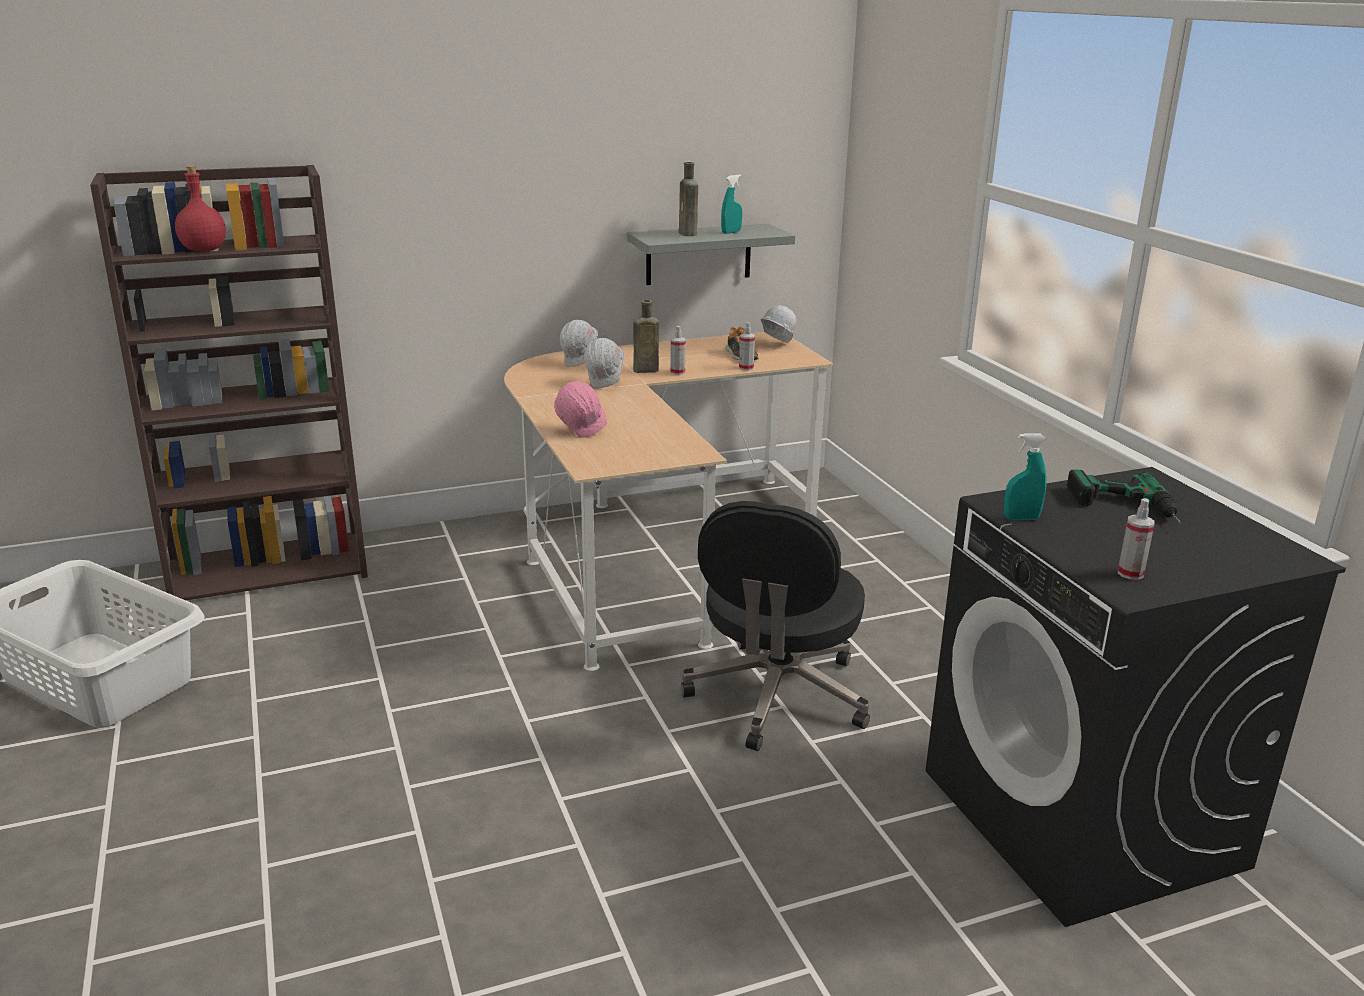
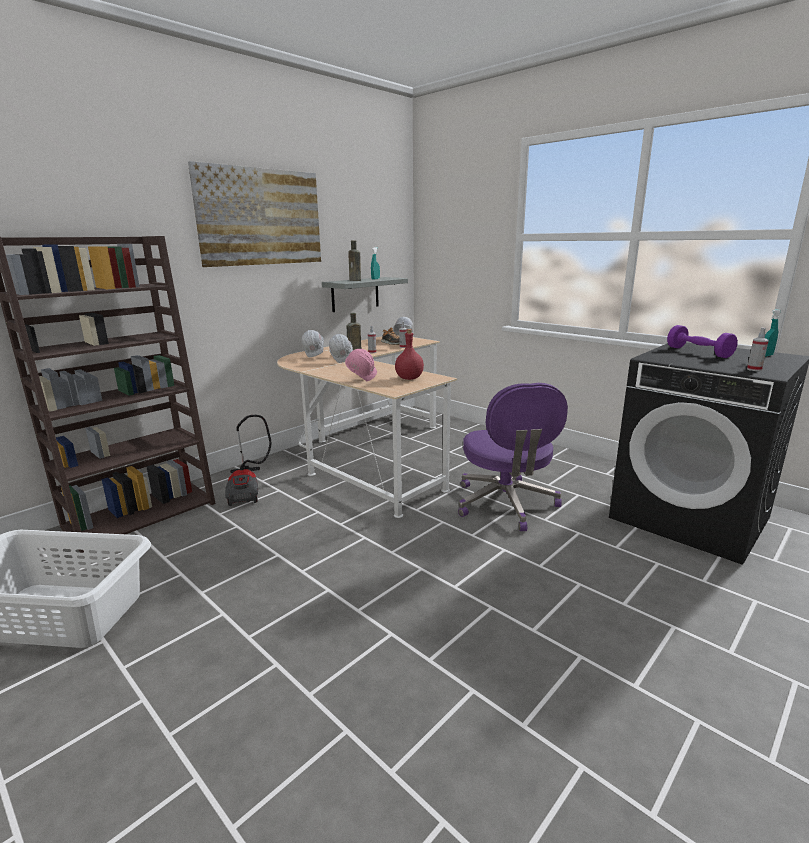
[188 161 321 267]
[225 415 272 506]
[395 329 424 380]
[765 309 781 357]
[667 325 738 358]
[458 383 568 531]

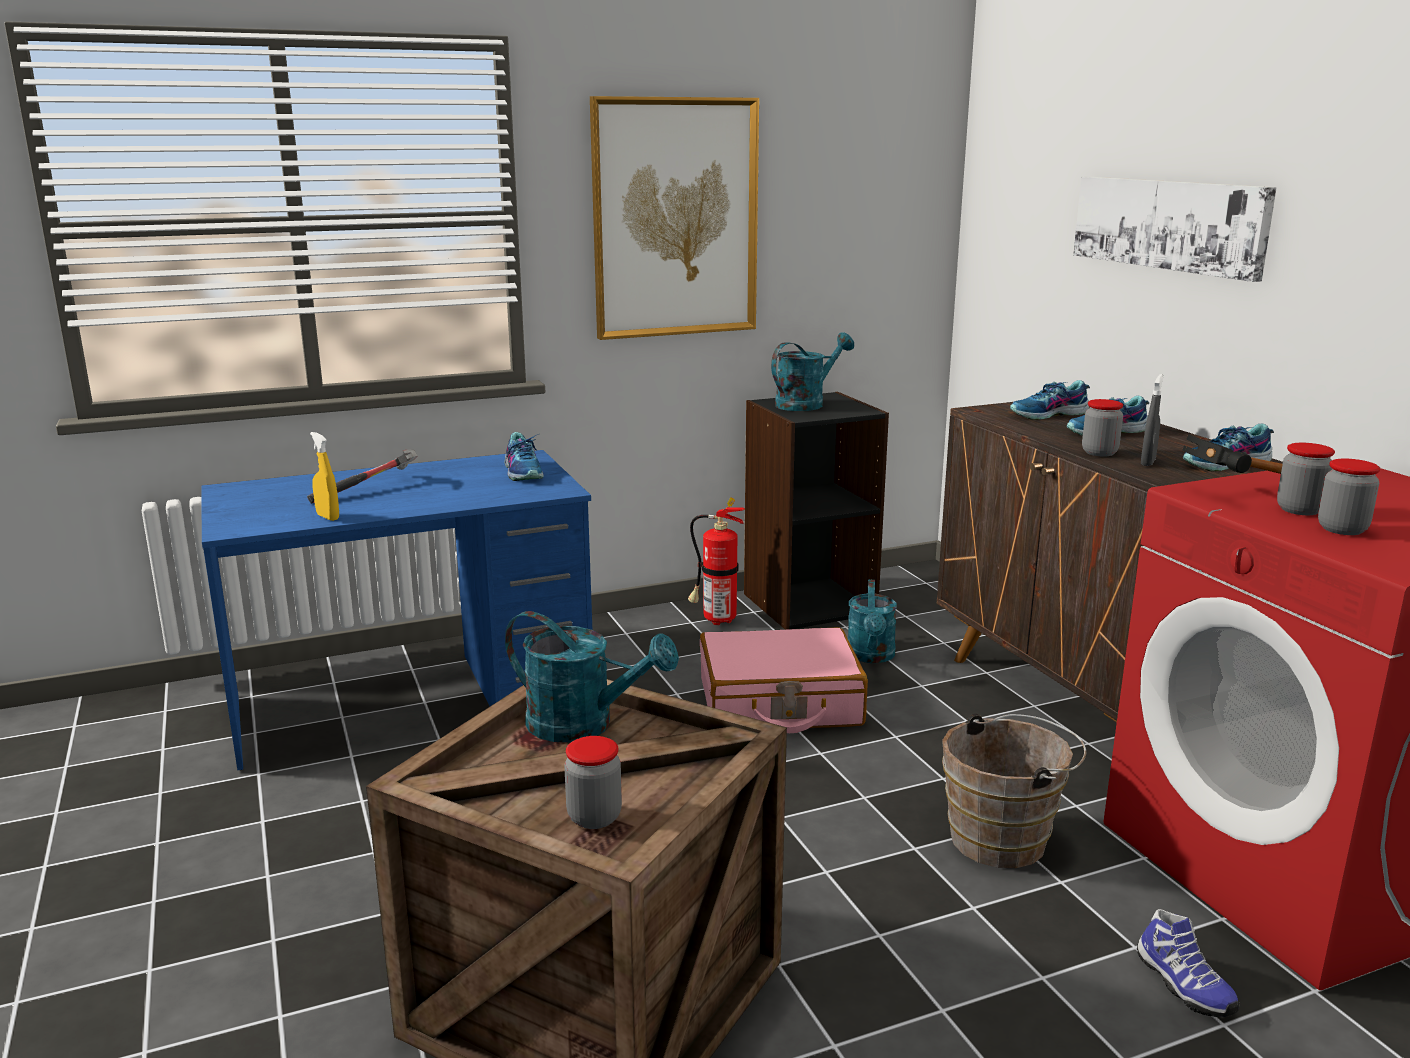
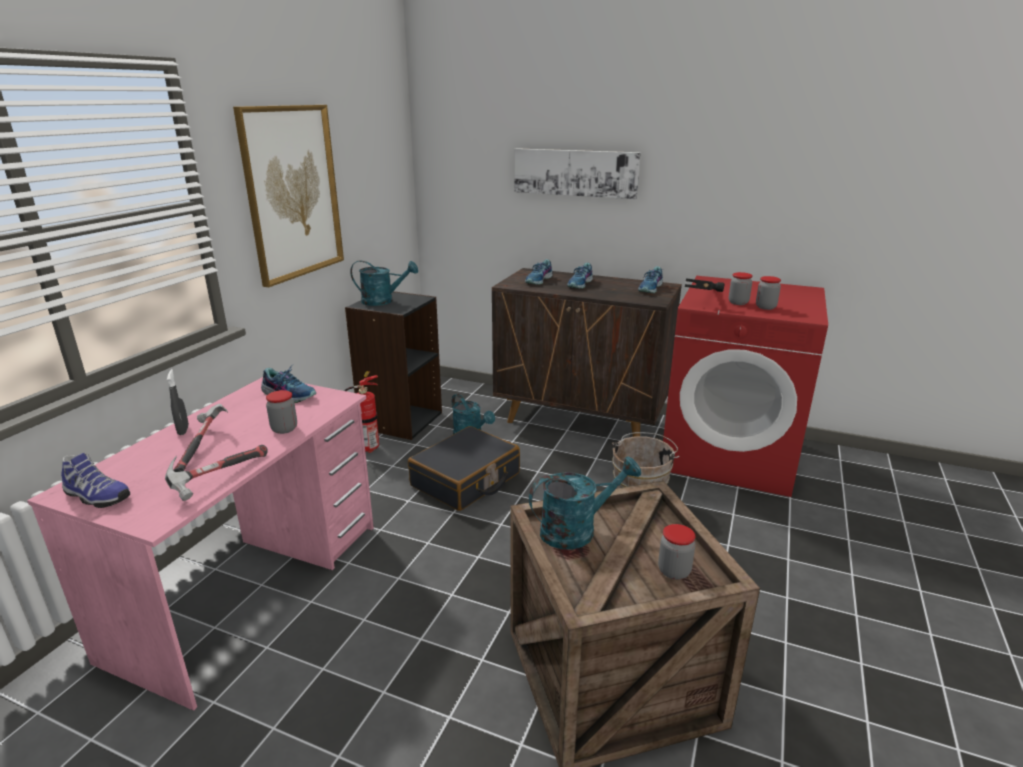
[266 390 297 434]
[61 453 130 508]
[167 369 189 435]
[165 445 268 501]
[27 377 374 711]
[408 426 520 511]
[350 261 418 306]

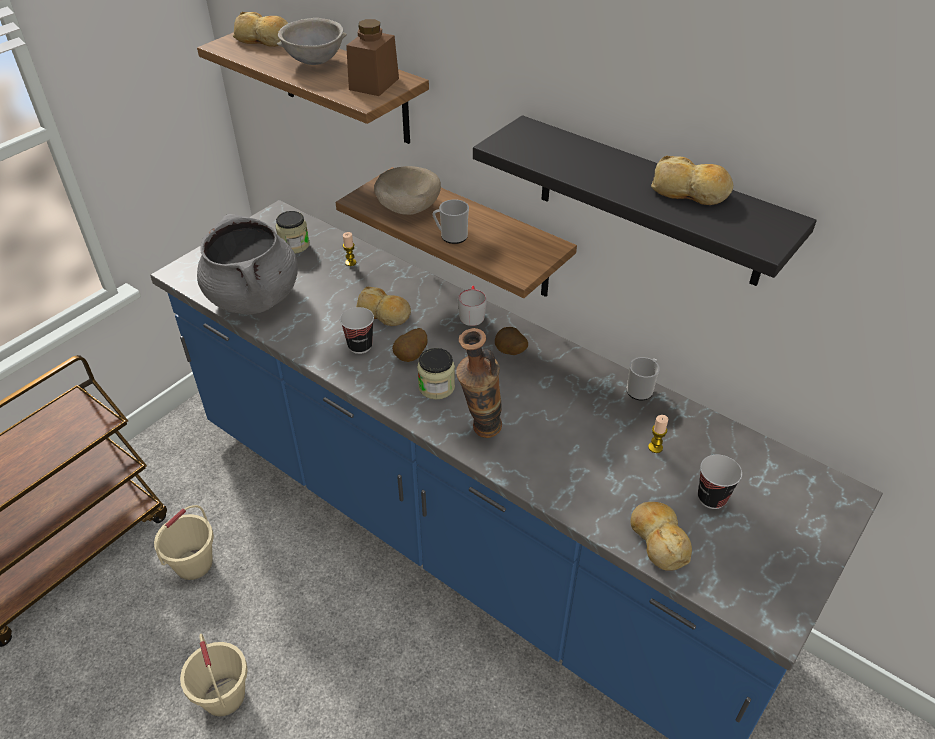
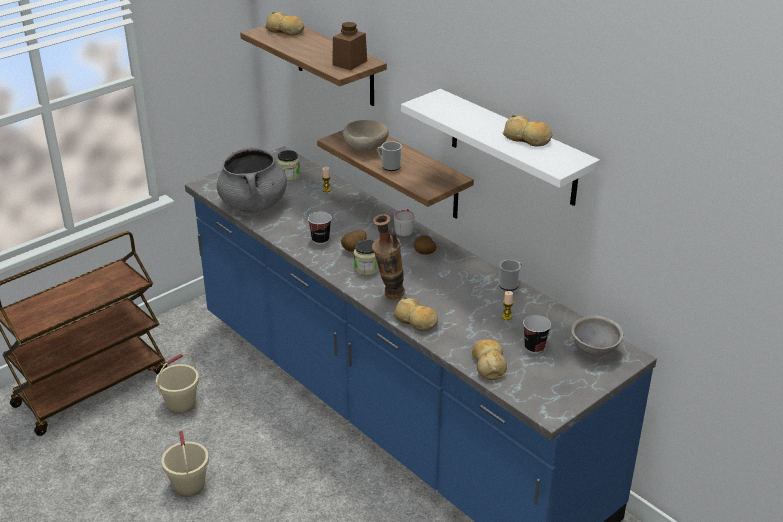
[570 316 624 356]
[393 297 438 331]
[401 89 600 206]

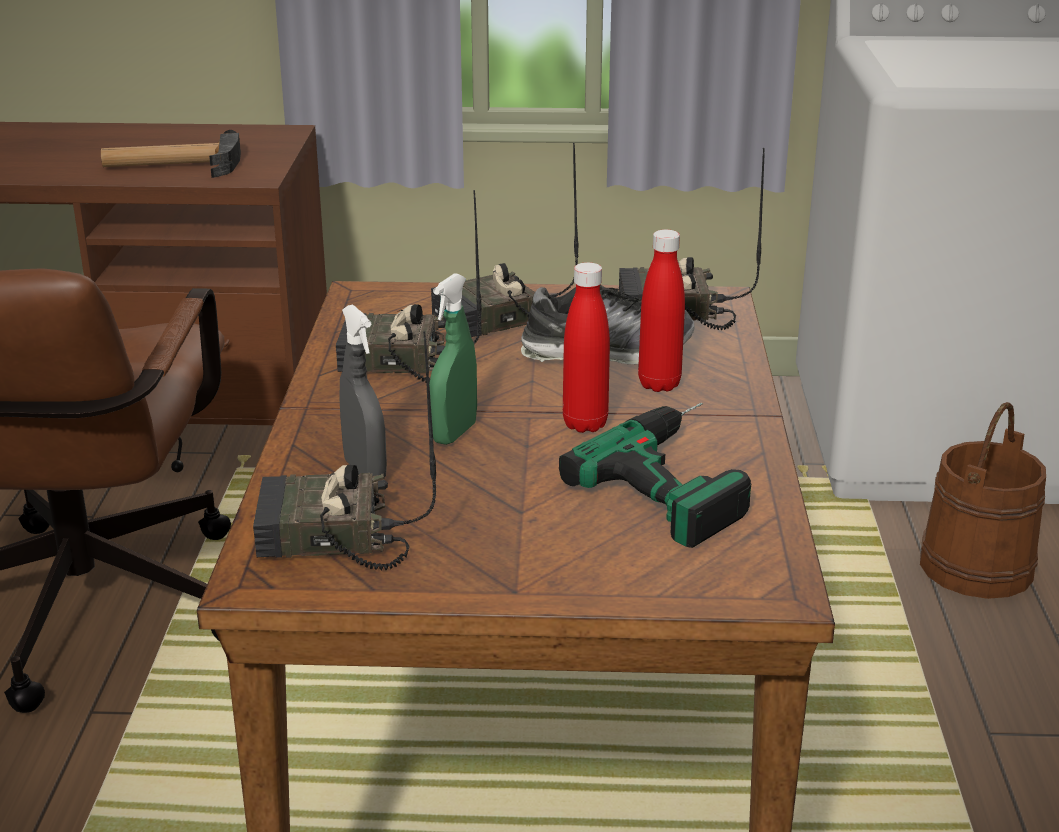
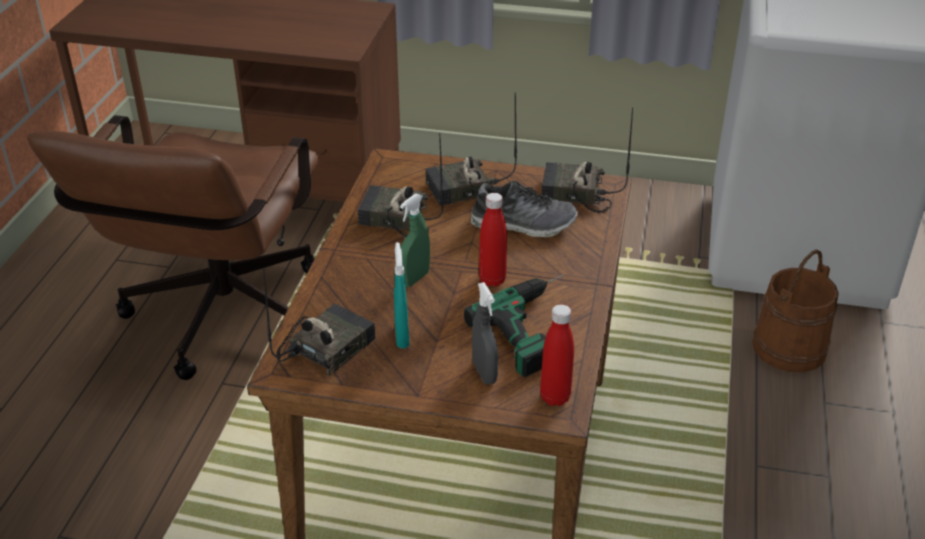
[101 130 241 178] (first image)
[394 242 409 348]
[472 282 498 385]
[540 305 574 406]
[263 269 375 376]

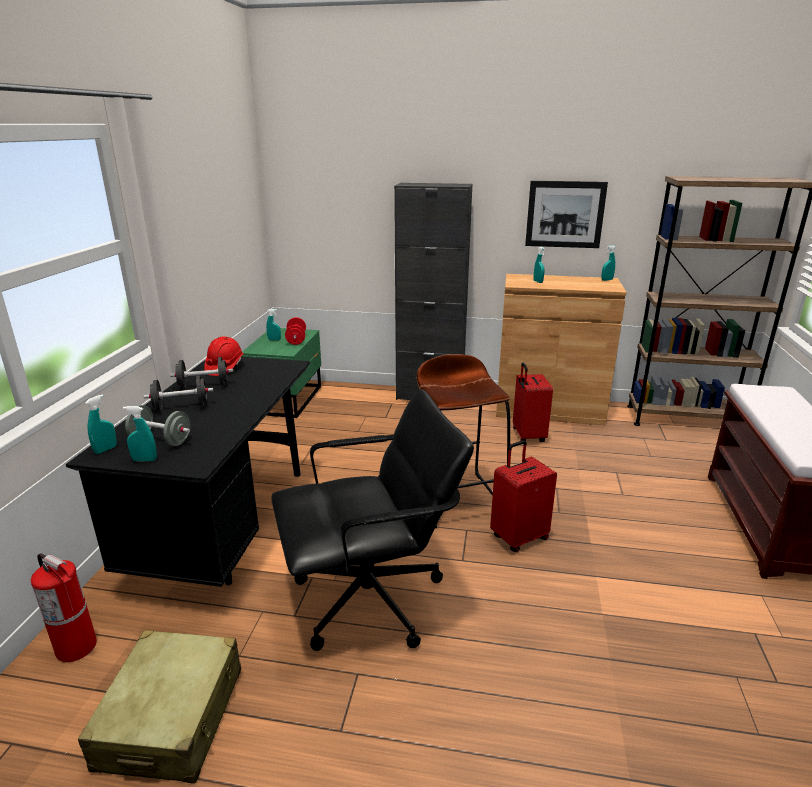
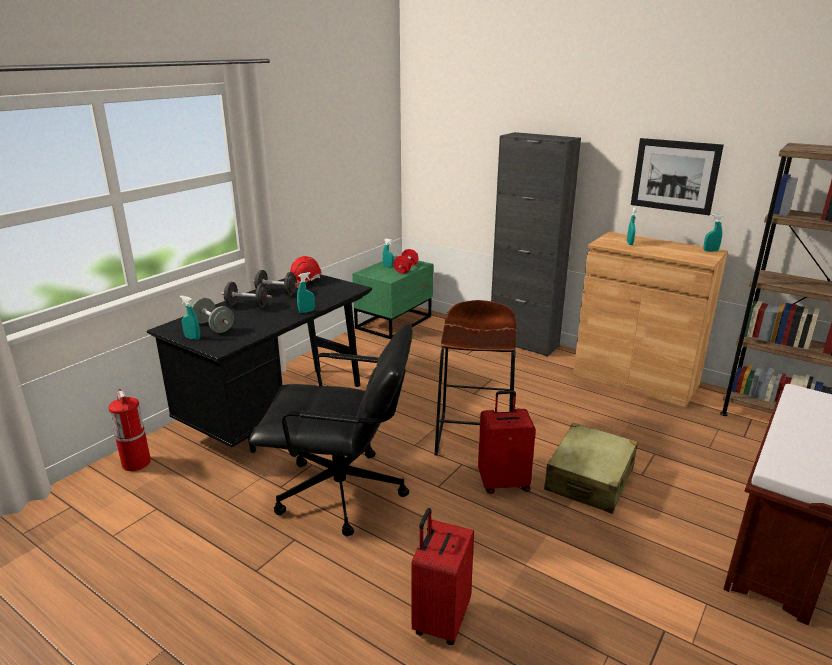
[544 423 638 514]
[297 272 315 313]
[411 508 474 645]

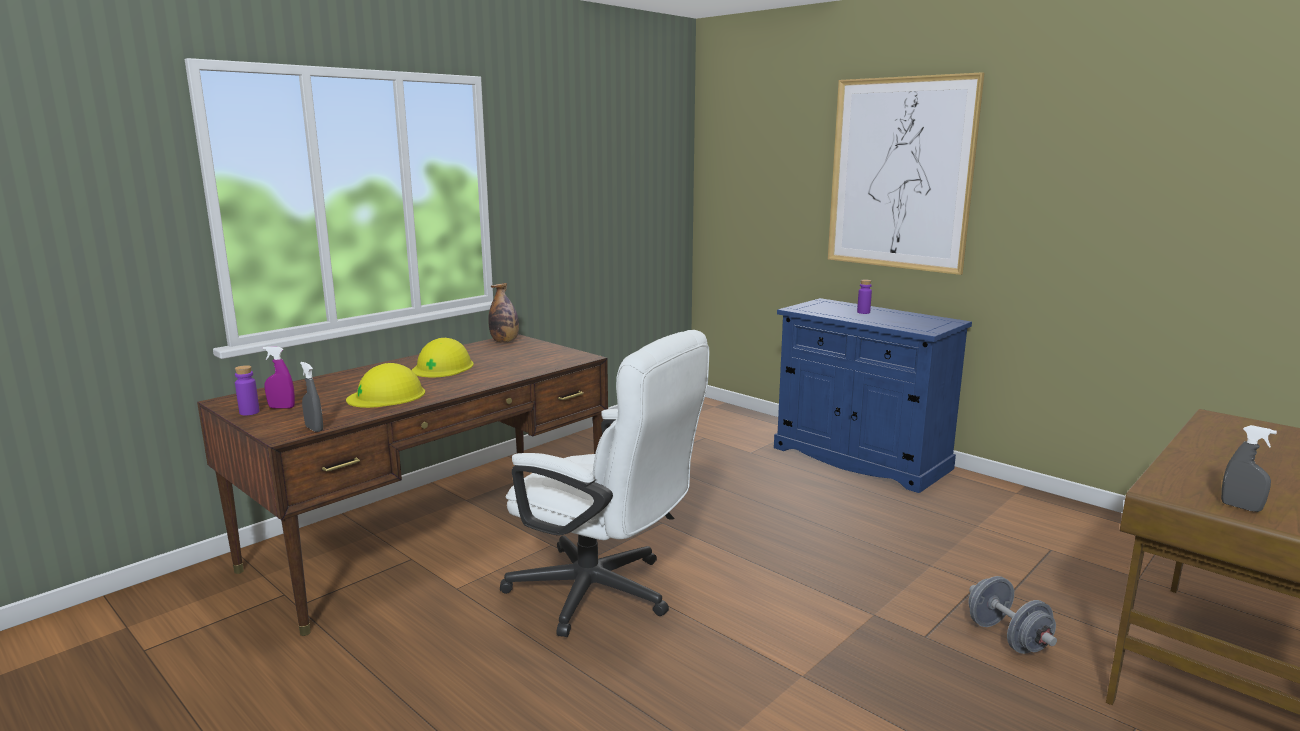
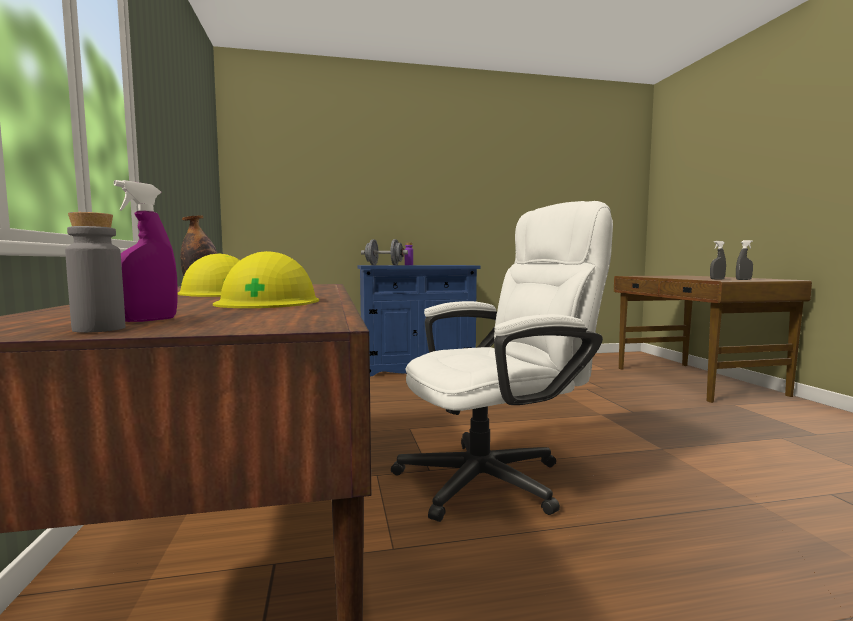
[828 72 985 275] (first image)
[710 241 726 279]
[361 239 408 265]
[65 212 125 333]

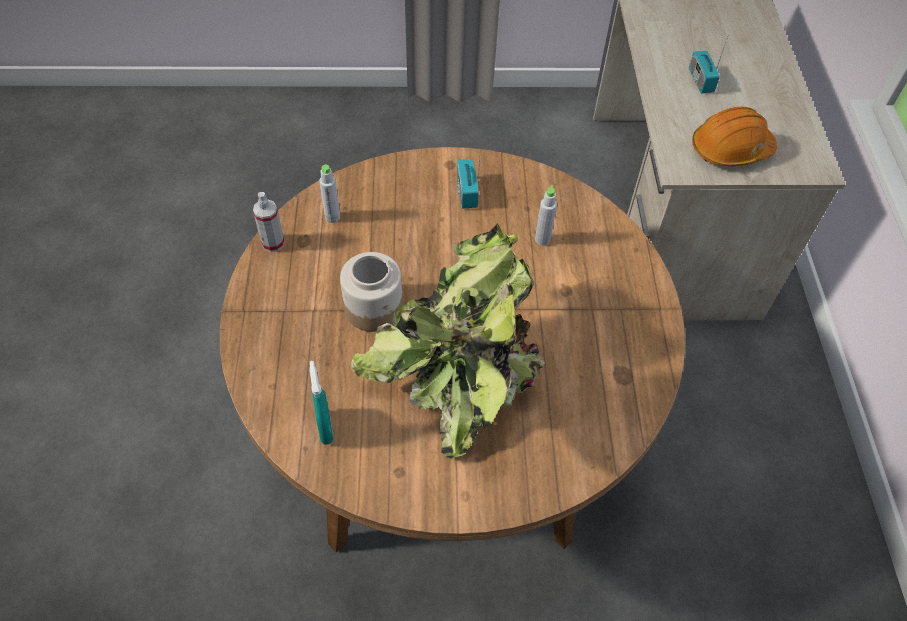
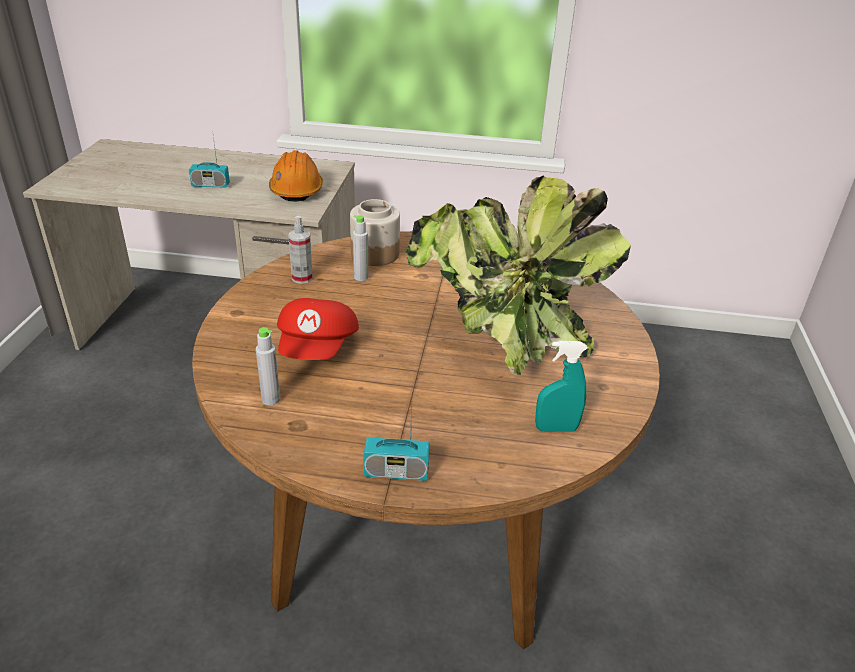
[277 298 359 360]
[288 216 313 284]
[350 199 400 266]
[363 403 430 481]

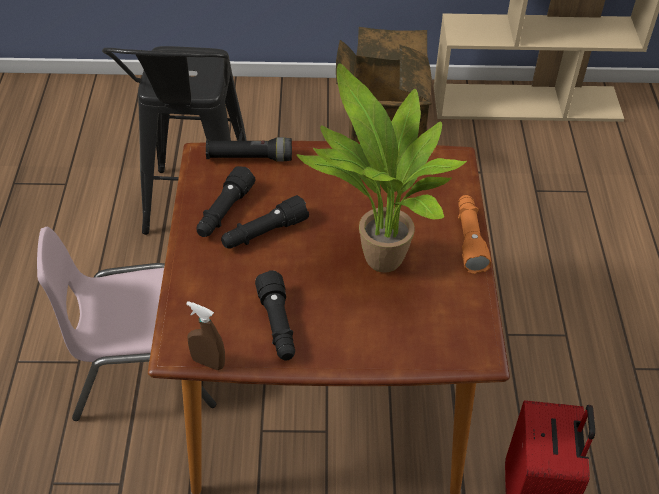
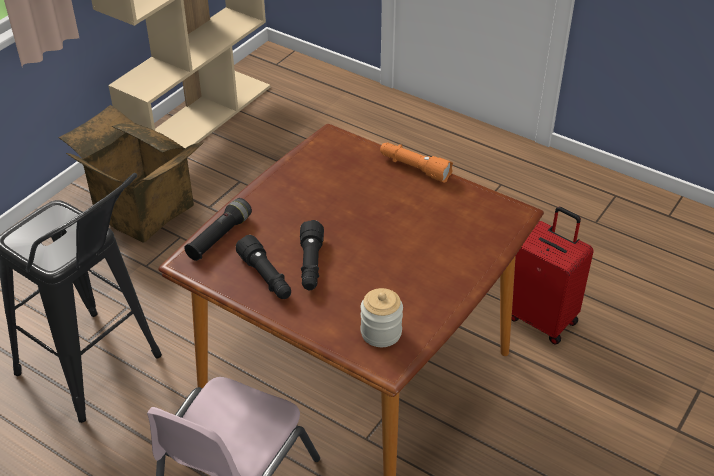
[186 301 225 370] (first image)
[255 270 295 360] (first image)
[297 63 467 273] (first image)
[360 288 403 347]

